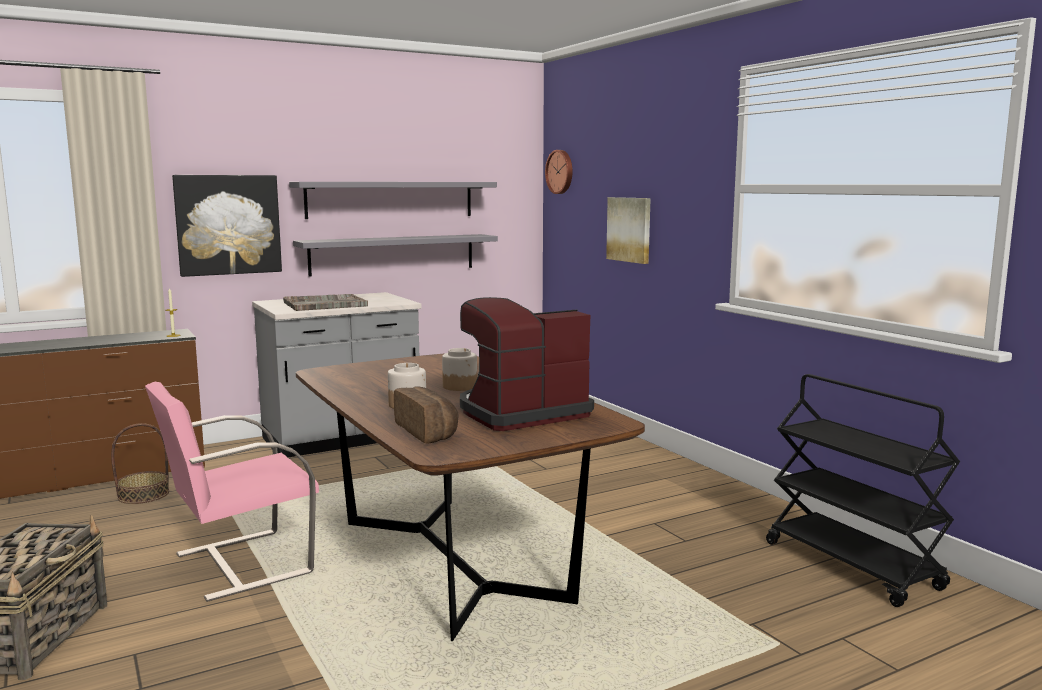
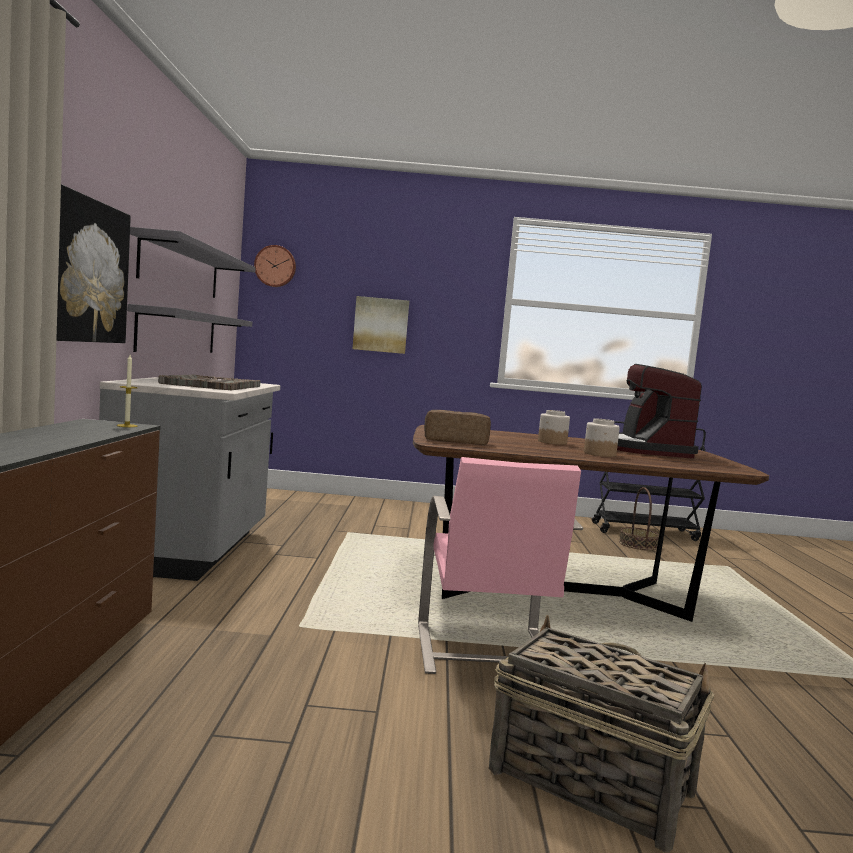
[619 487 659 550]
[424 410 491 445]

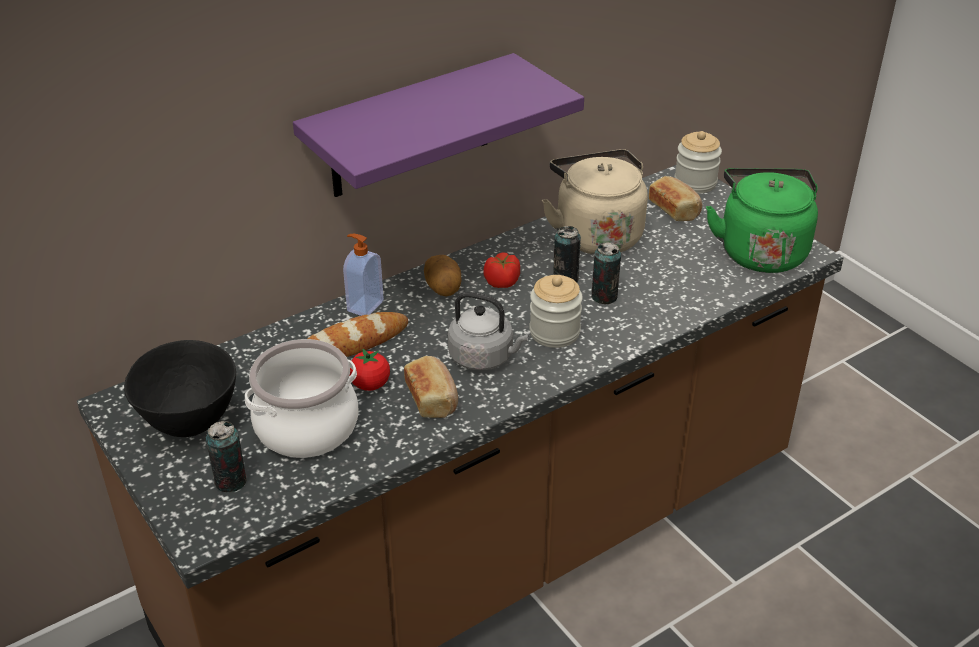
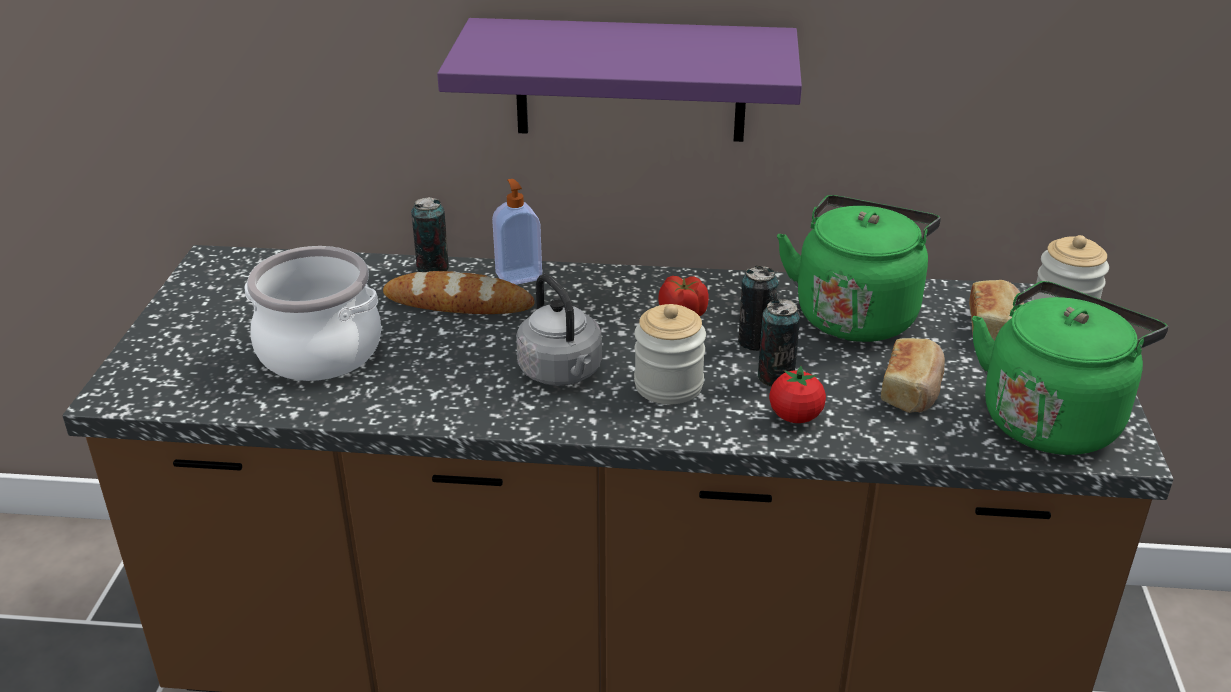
[124 340 236 437] (first image)
[424 255 461 296] (first image)
[411 197 449 272]
[769 366 826 423]
[881 338 945 413]
[777 195 941 342]

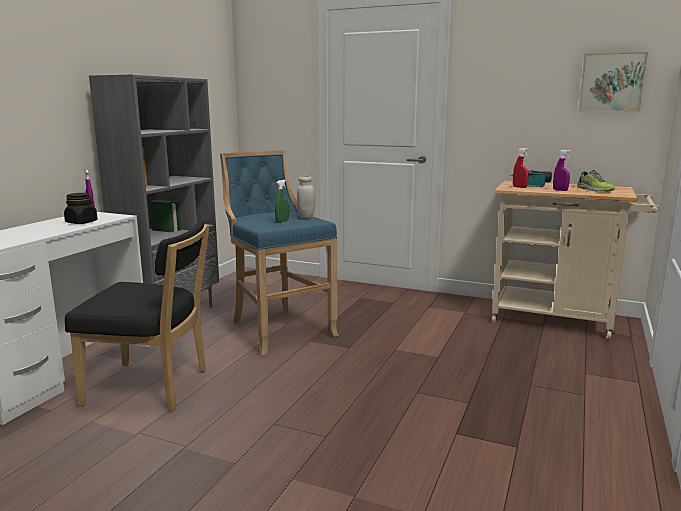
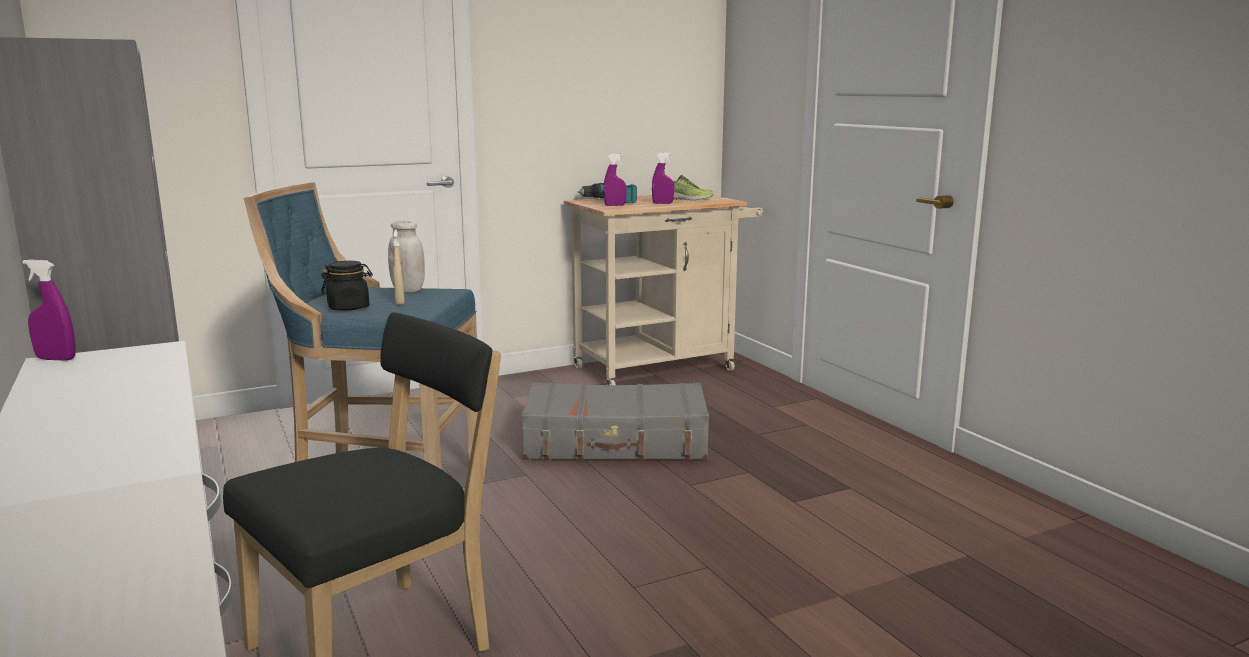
[578 52 648 112] (first image)
[521 383 709 461]
[321 261 373 311]
[393 230 405 305]
[604 154 626 206]

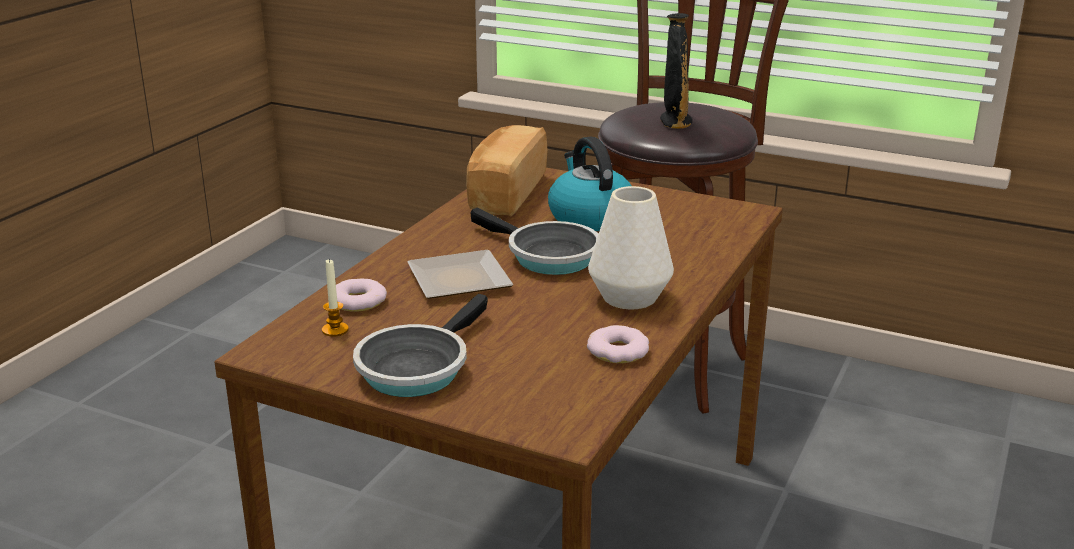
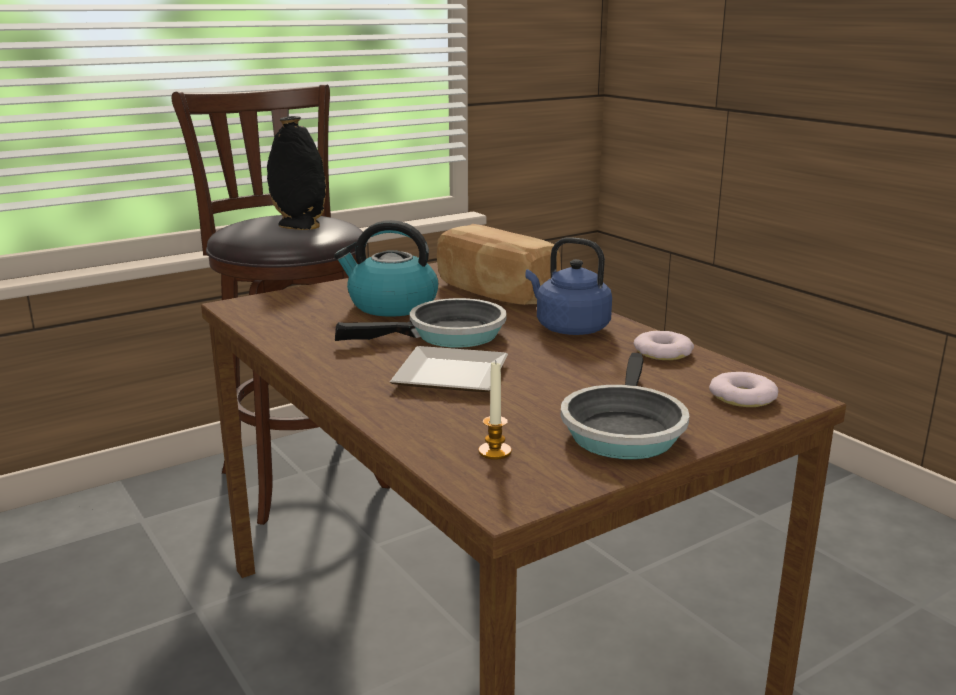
[709 372 778 407]
[437 224 561 305]
[525 237 612 335]
[561 353 690 459]

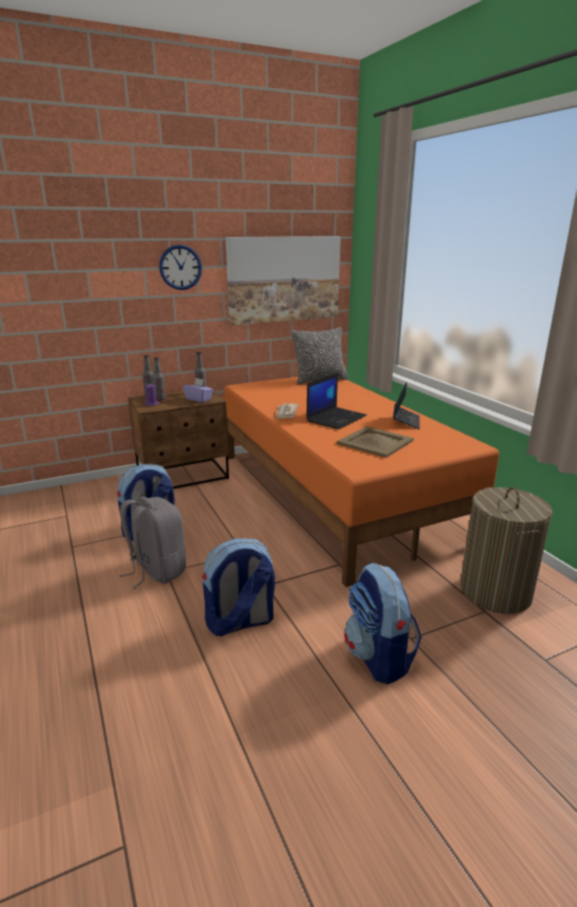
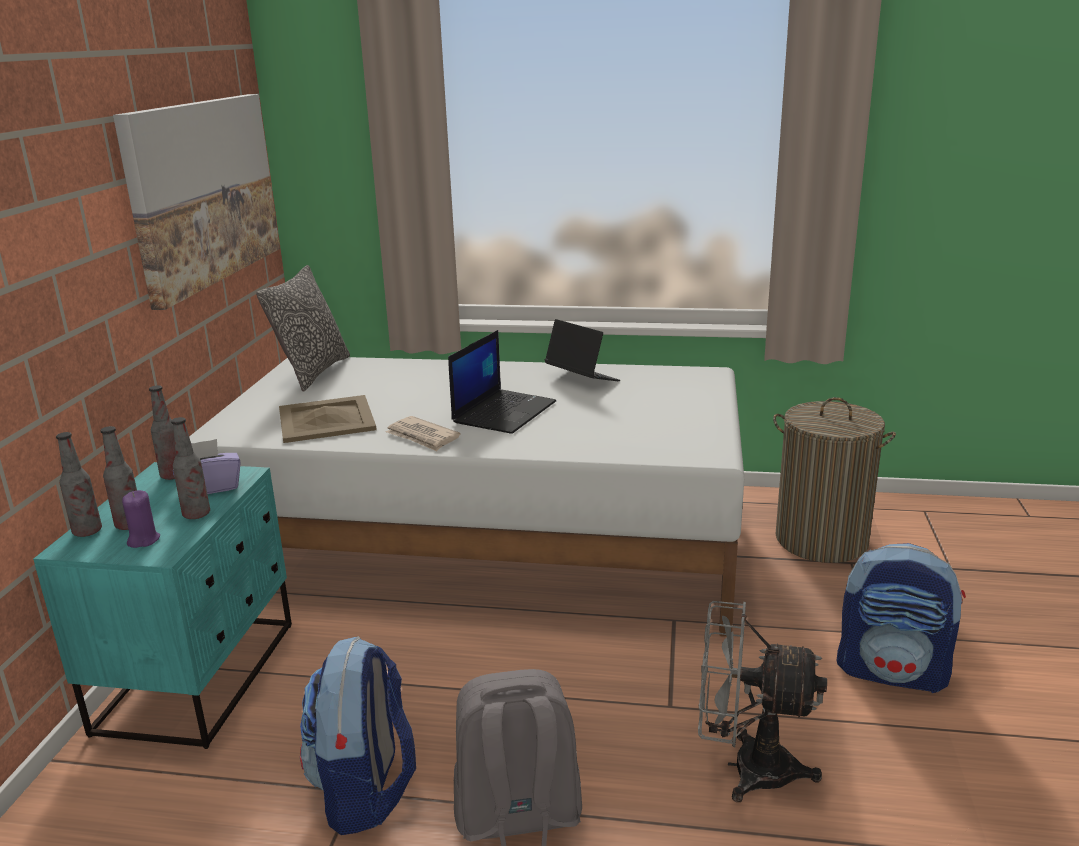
[159 245 202 290] (first image)
[171 417 210 519]
[279 395 377 443]
[698 601 827 802]
[33 462 292 749]
[189 357 744 637]
[448 330 556 434]

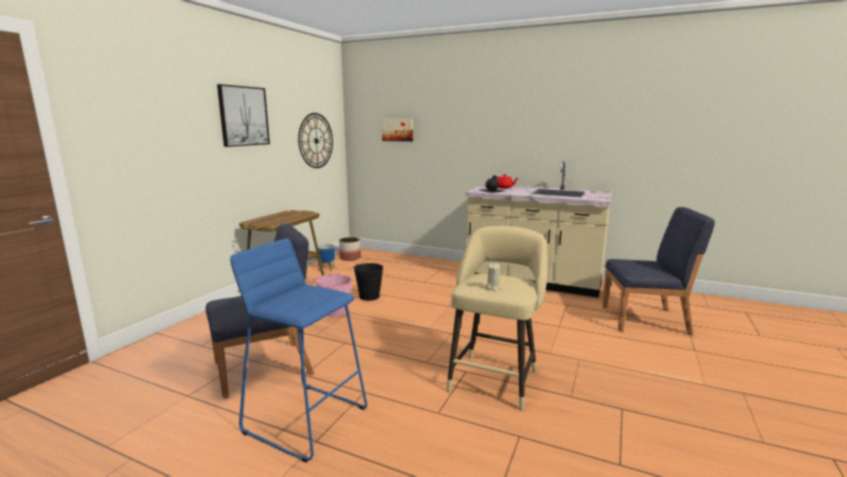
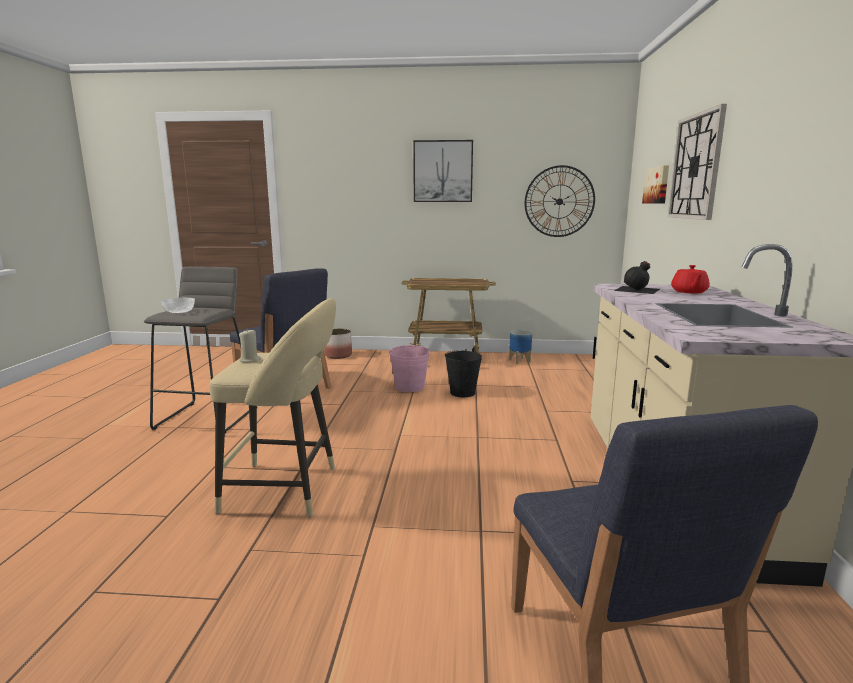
[162 298 195 314]
[668 104 727 220]
[324 329 352 359]
[144 267 249 433]

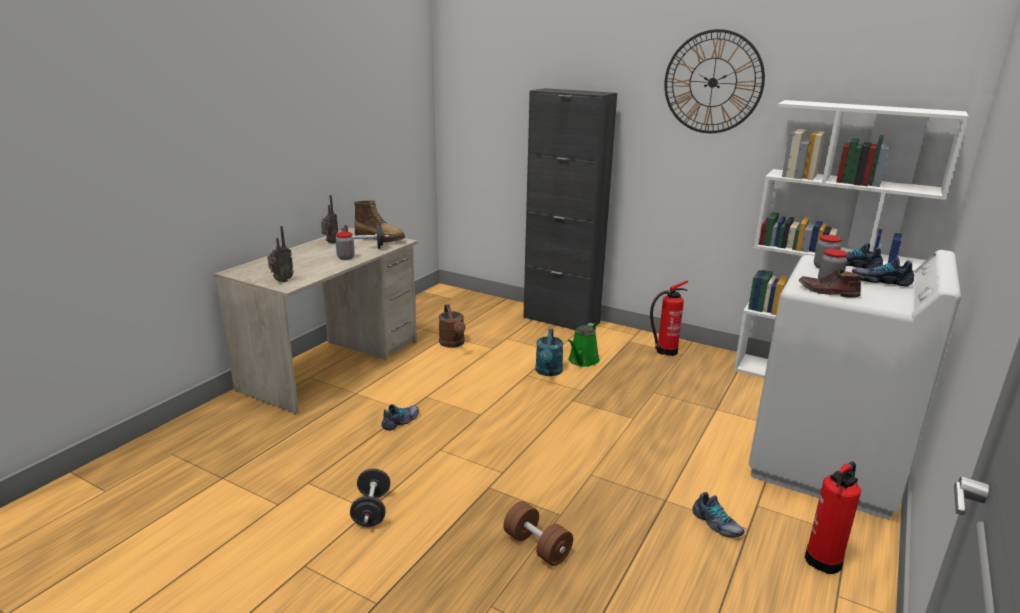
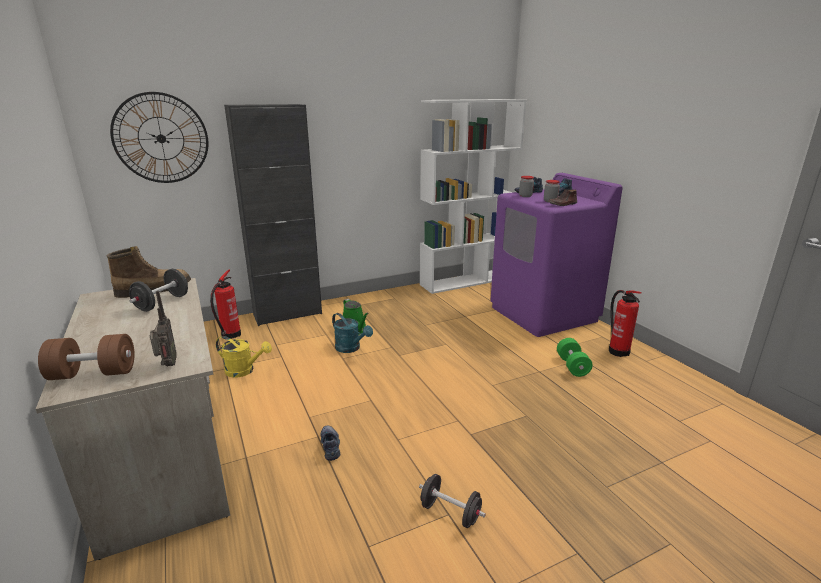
[321 195 338 243] (first image)
[336 232 355 260] (first image)
[38 334 135 380]
[210 269 241 339]
[110 92 208 183]
[557 338 593 377]
[216 336 272 378]
[490 173 623 337]

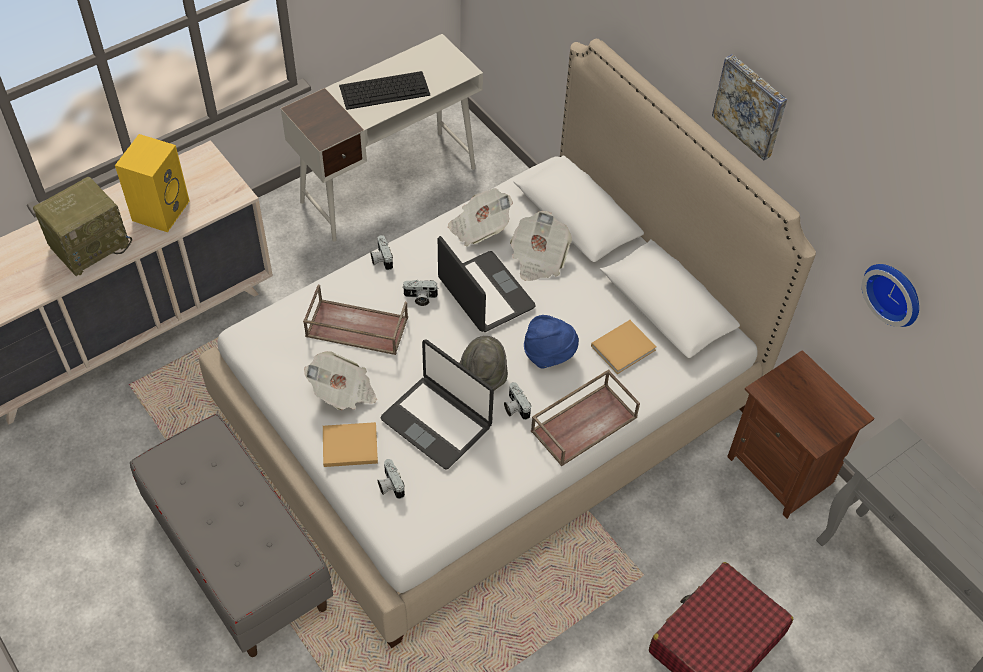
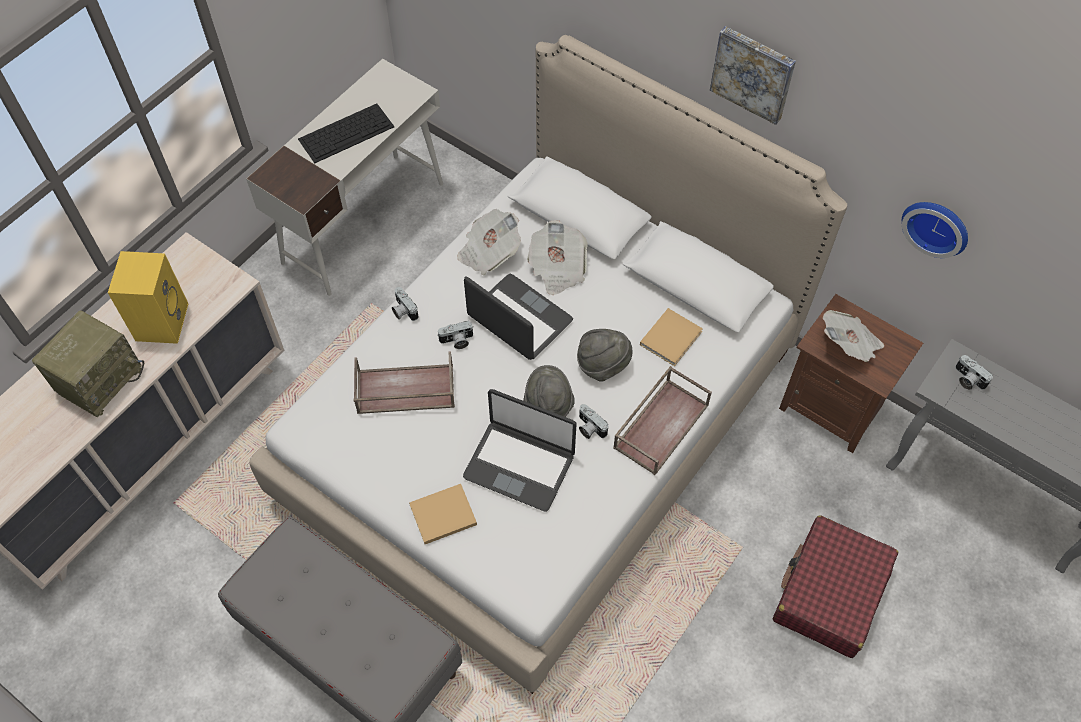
[823 310 884 362]
[956 355 993 390]
[577 329 633 382]

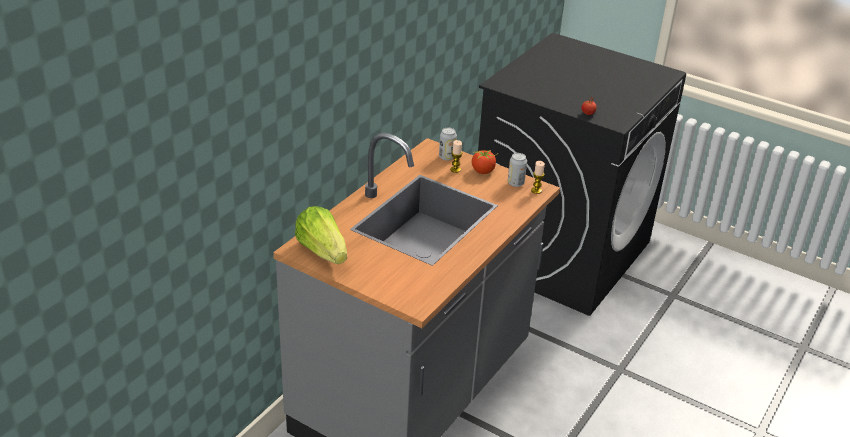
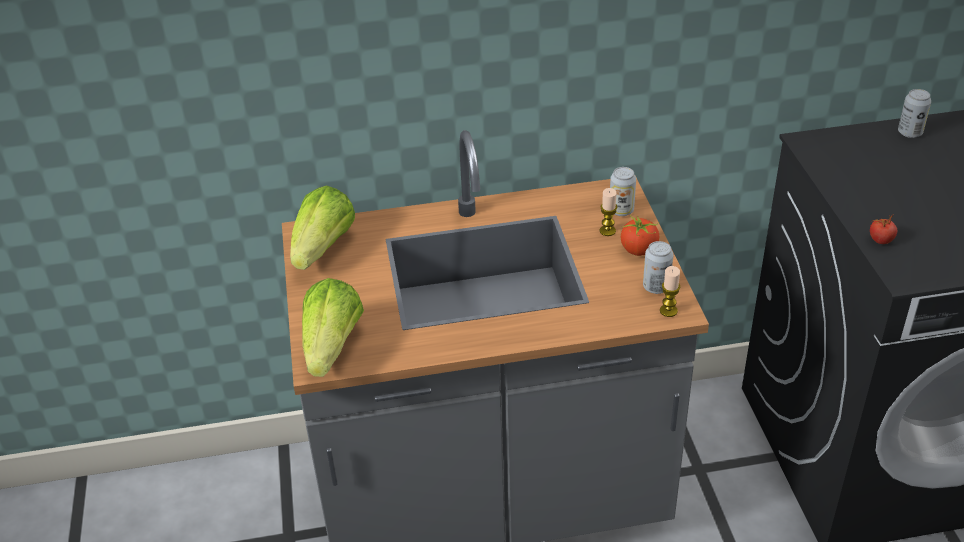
[302 278 364 377]
[898 89 931 138]

